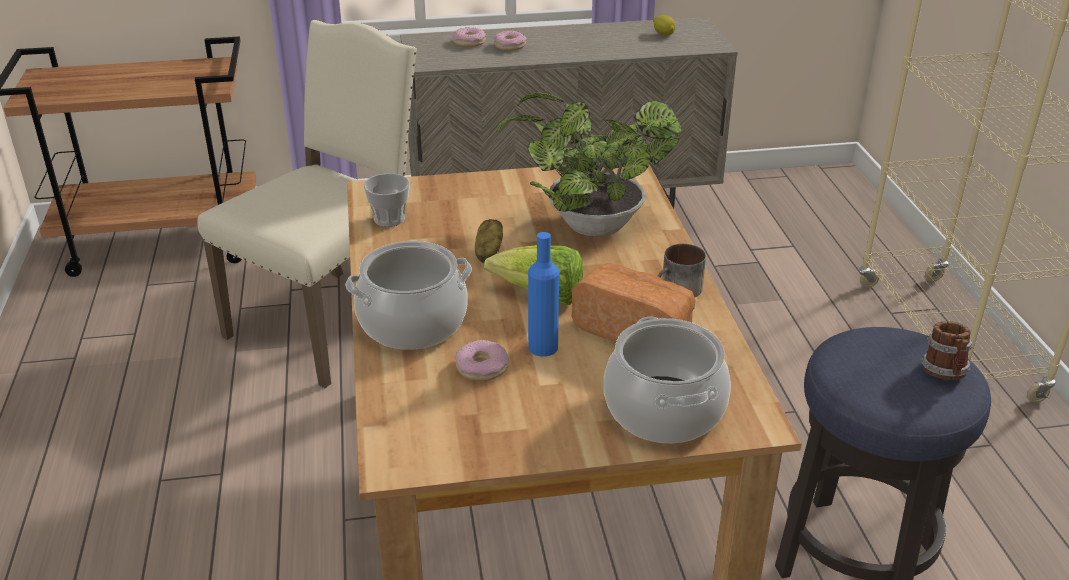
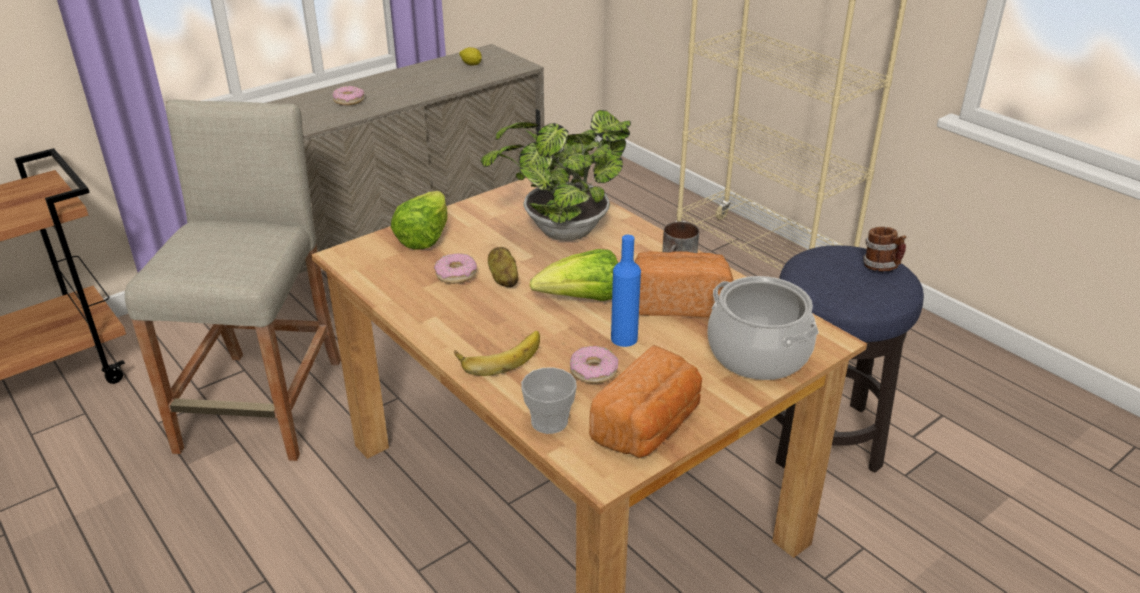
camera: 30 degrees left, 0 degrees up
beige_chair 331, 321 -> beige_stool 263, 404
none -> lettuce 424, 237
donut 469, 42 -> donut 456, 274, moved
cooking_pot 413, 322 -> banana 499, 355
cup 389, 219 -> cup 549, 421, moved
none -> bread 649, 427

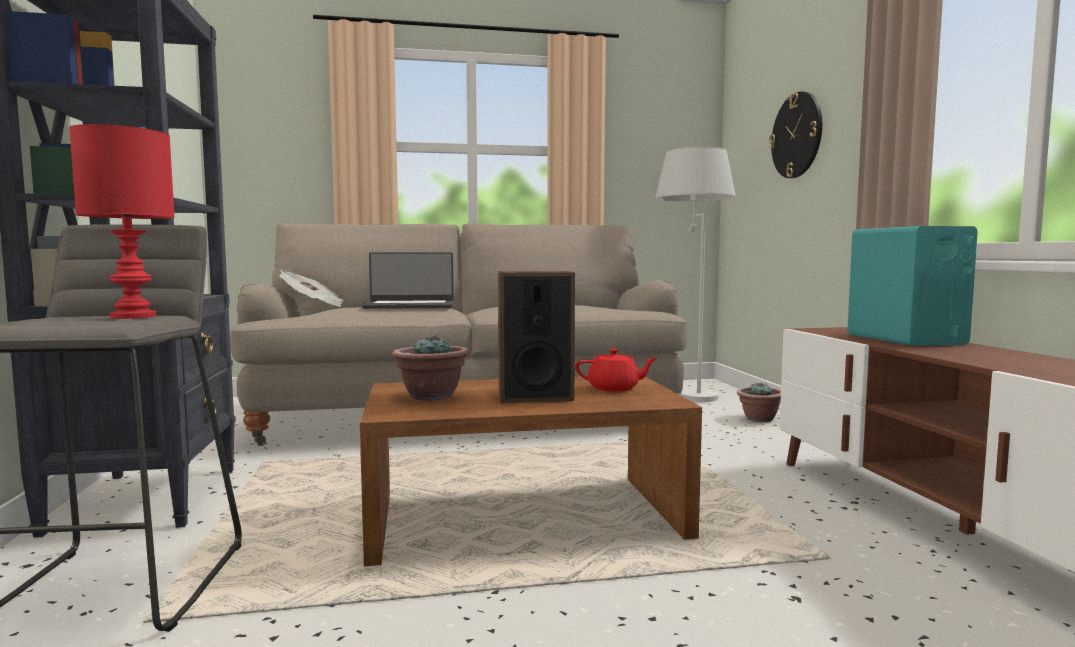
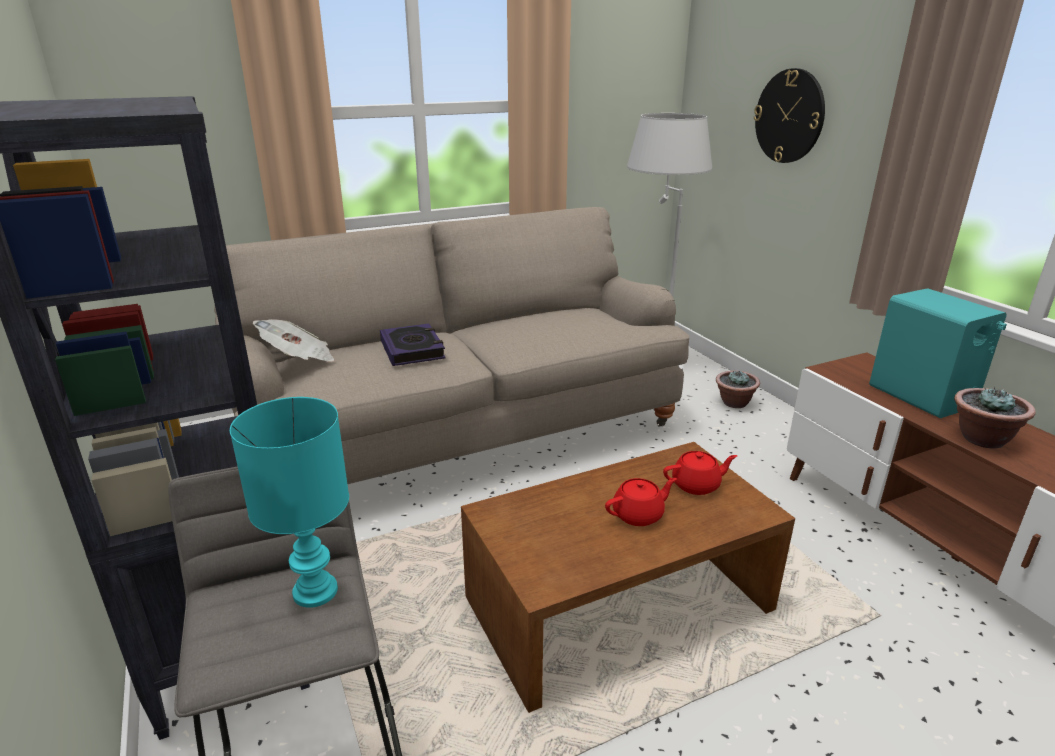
camera: 15 degrees left, 20 degrees up
red_table_lamp 134, 316 -> turquoise_table_lamp 317, 592
laptop 410, 306 -> book 412, 350
speaker 534, 395 -> red_teapot 639, 515
potted_plant 431, 396 -> potted_plant 981, 439, moved

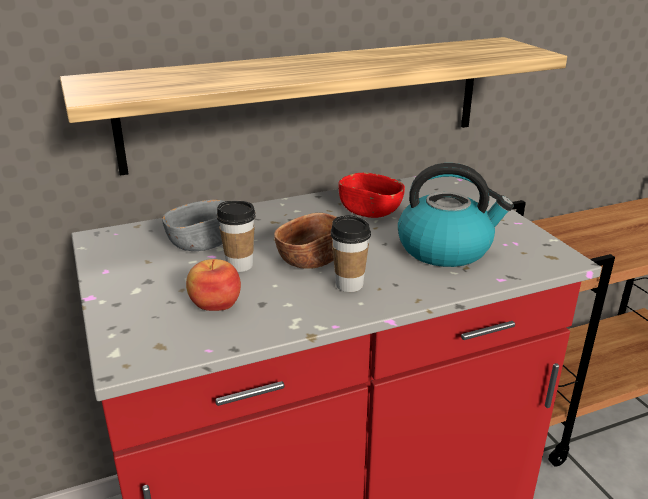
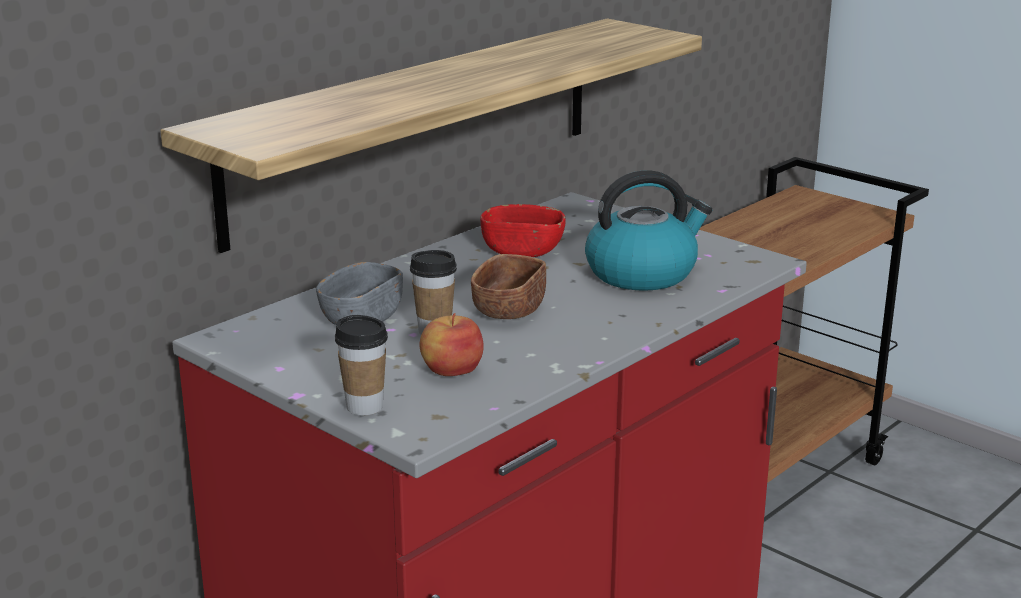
camera: 25 degrees left, 5 degrees down
cup 349, 285 -> cup 364, 407, moved

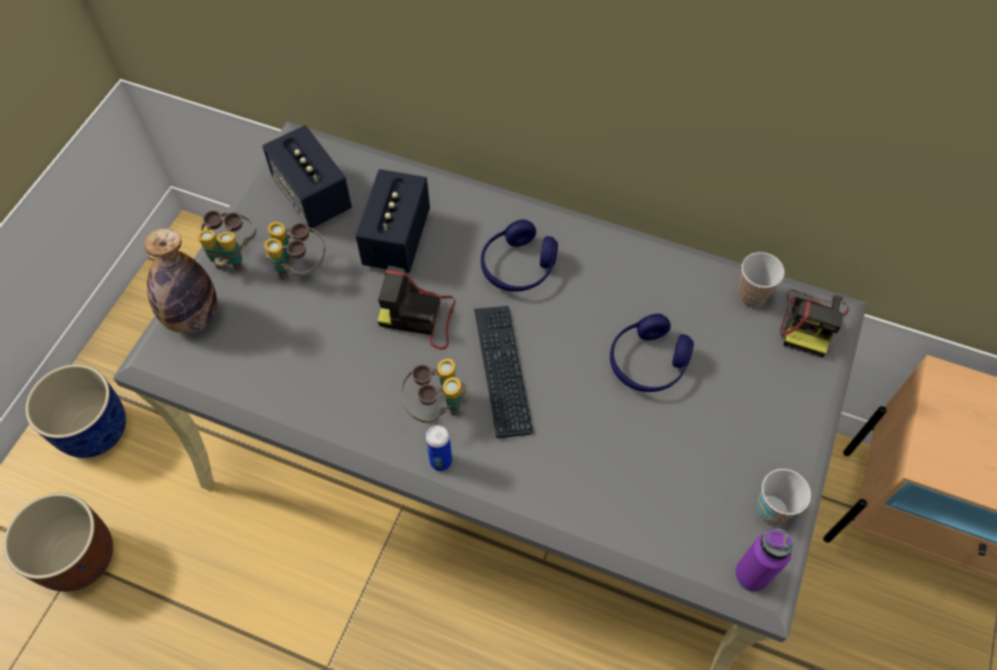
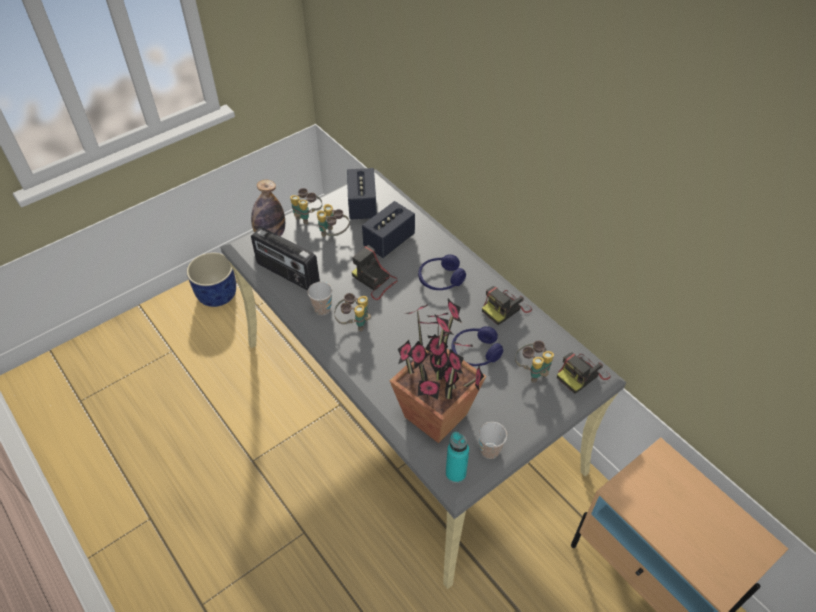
camera: 30 degrees right, 10 degrees down
none -> radio 287, 274
cup 751, 296 -> cup 322, 309, moved
none -> potted_plant 435, 416
purple_bottle 751, 575 -> turquoise_bottle 455, 473
none -> photo_camera 505, 308
none -> binoculars 532, 371
brown_planter 78, 558 -> none
can 441, 461 -> none
keyboard 502, 370 -> none

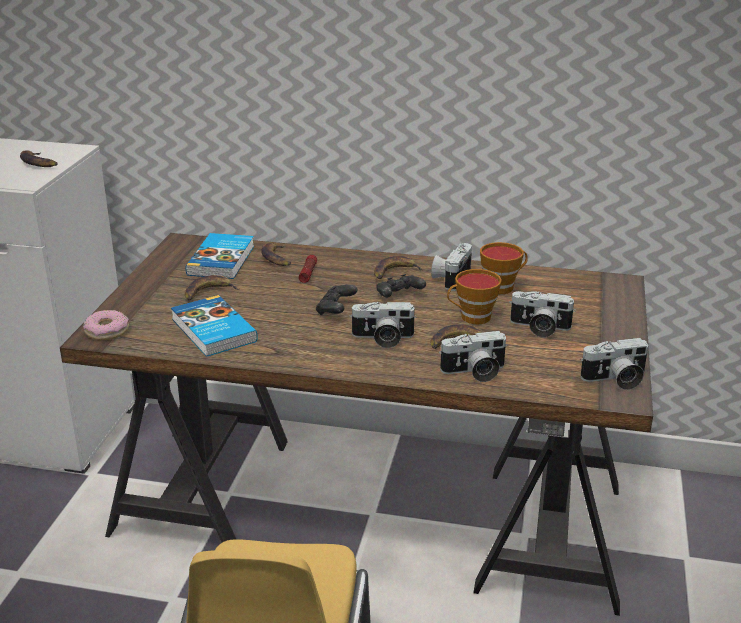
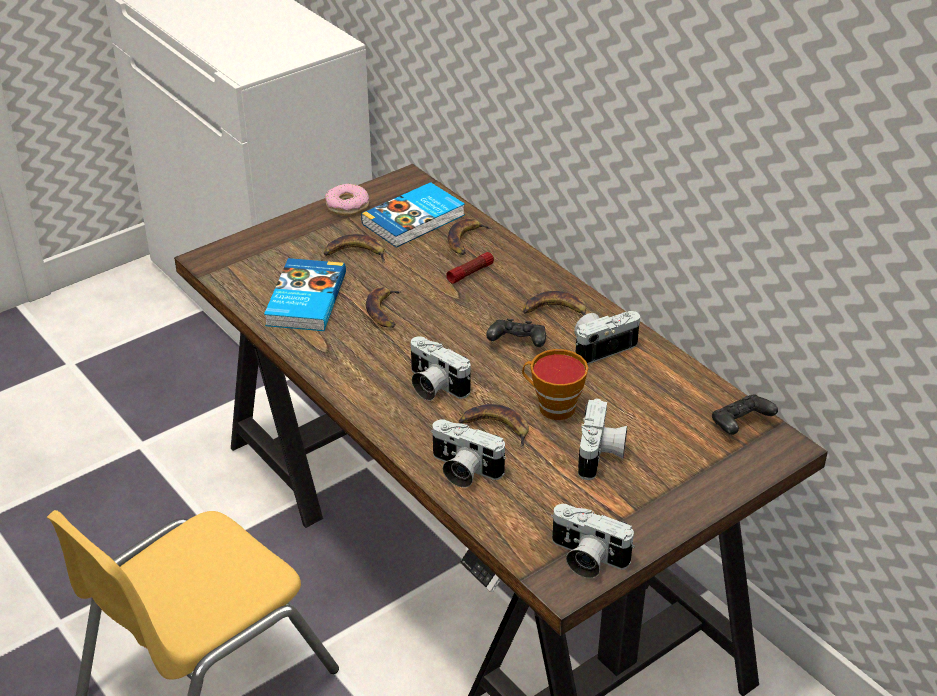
camera: 40 degrees right, 10 degrees up
donut 107, 331 -> donut 347, 206, moved
banana 39, 163 -> banana 384, 311, moved
photo_camera 539, 328 -> photo_camera 601, 455, 135 degrees counterclockwise
black_game_controller 336, 310 -> black_game_controller 740, 425, moved
cup 502, 287 -> none

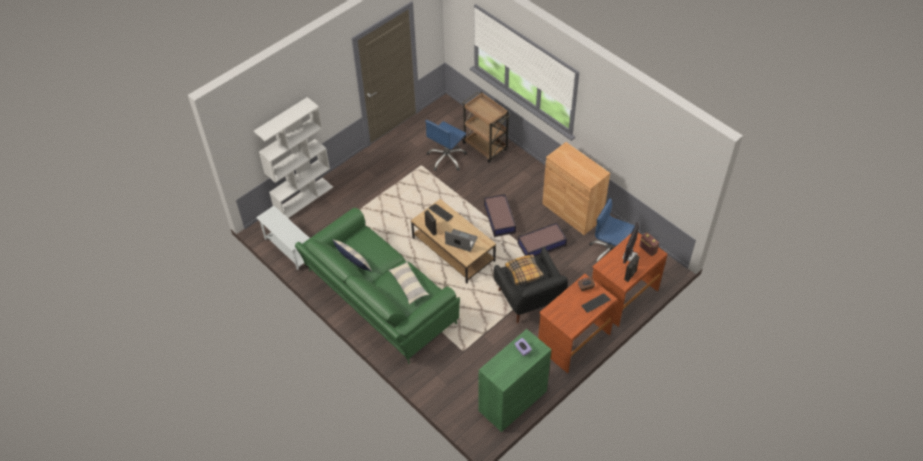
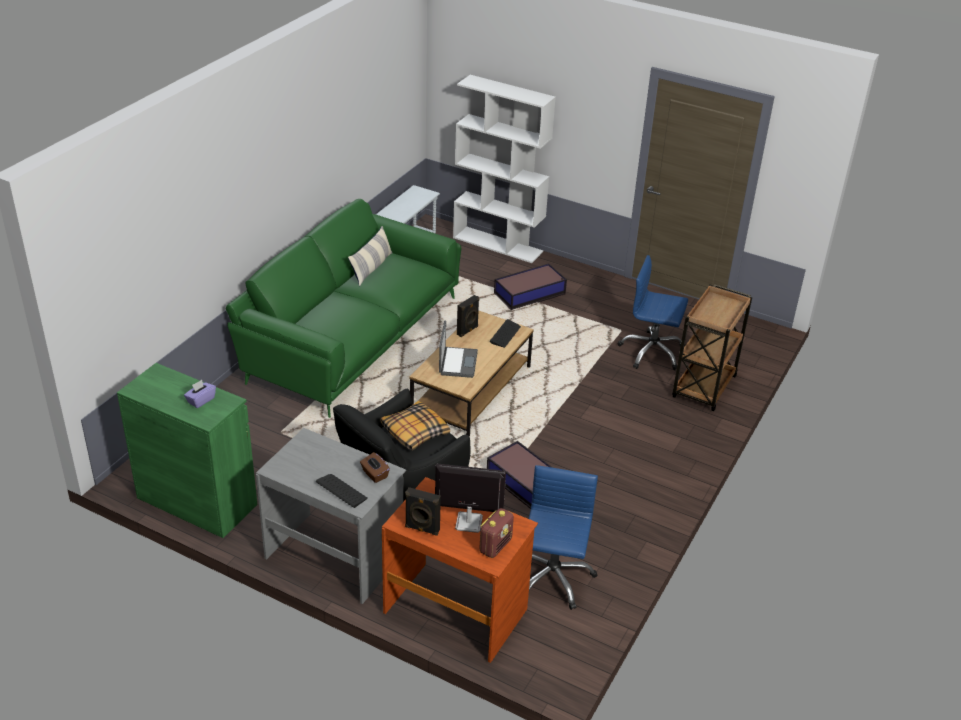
camera: 70 degrees right, 15 degrees down
brown_desk 573, 340 -> grey_desk 335, 556
storage_box 499, 218 -> storage_box 530, 294, moved
pillow 408, 285 -> none
brown_cabinet 572, 211 -> none

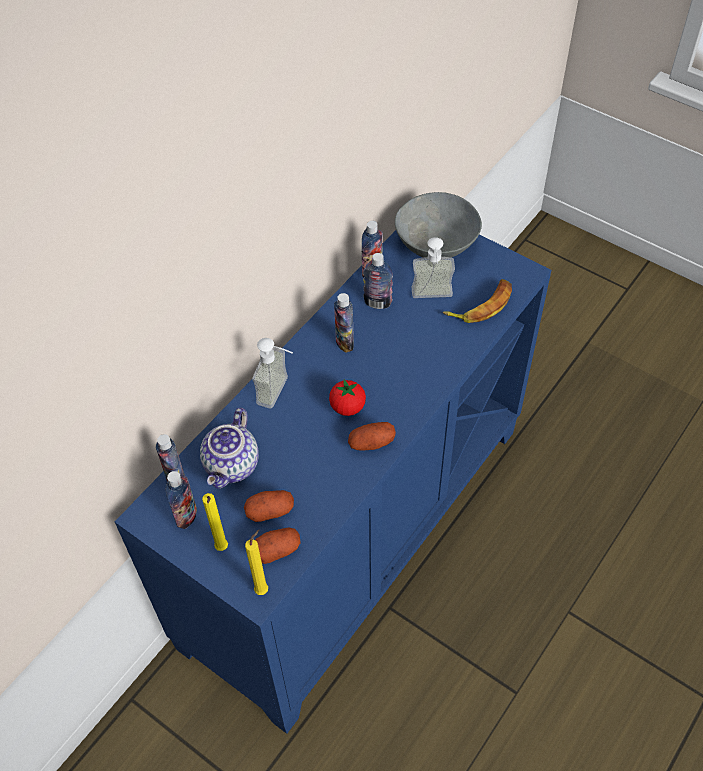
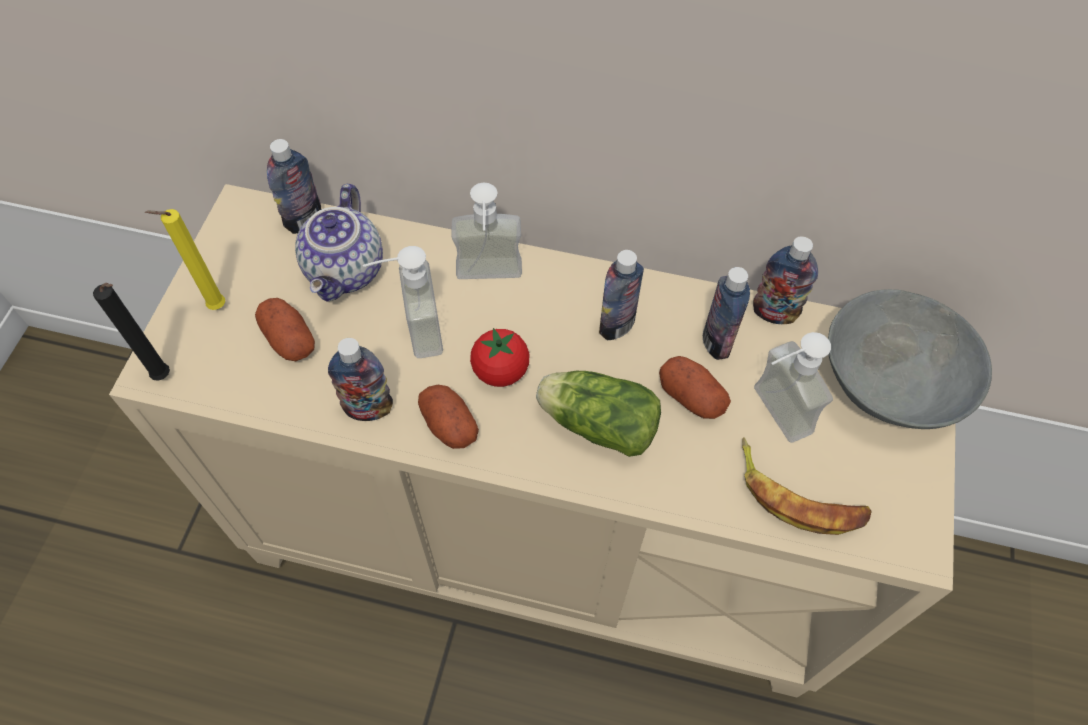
camera: 65 degrees right, 5 degrees up
yellow_candle 263, 589 -> black_candle 165, 377
blue_cabinet 354, 533 -> beige_cabinet 541, 537
teapot 233, 466 -> teapot 347, 271, 75 degrees counterclockwise
bottle 186, 516 -> bottle 368, 409, moved
none -> soap_dispenser 410, 331
none -> lettuce 595, 422
potato 276, 550 -> potato 691, 397, moved

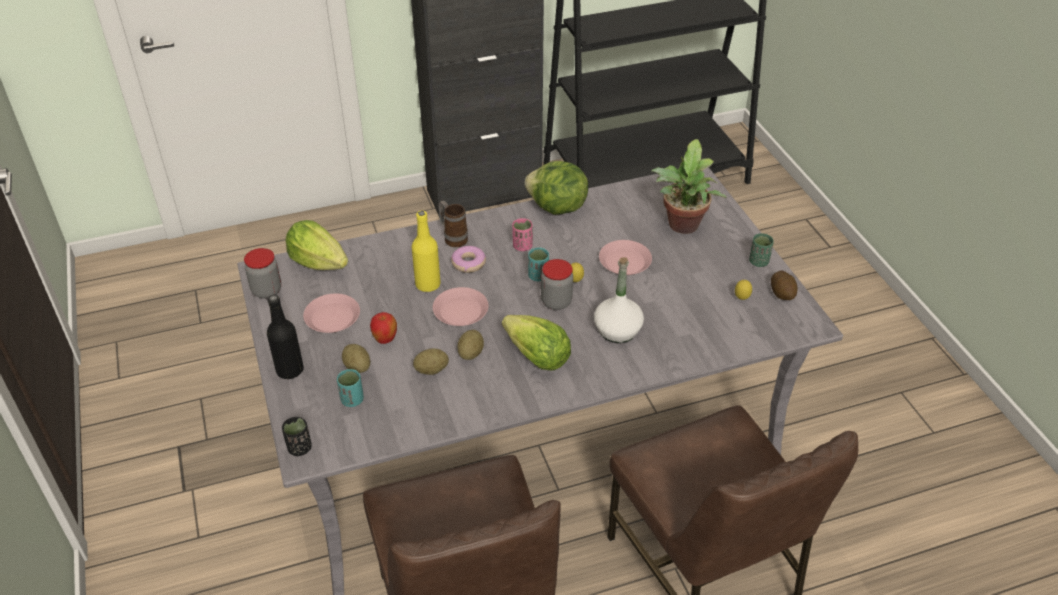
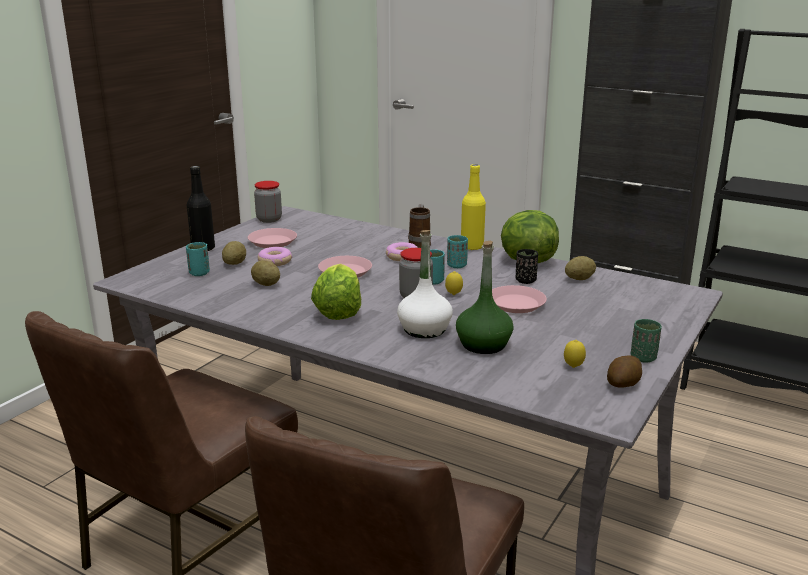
camera: 50 degrees right, 20 degrees down
apple 385, 340 -> donut 275, 261
pink_cup 522, 246 -> turquoise_cup 456, 265
none -> green_bottle 483, 345
yellow_bottle 428, 284 -> yellow_bottle 472, 247, moved
black_cup 299, 448 -> black_cup 525, 281, moved
potato 470, 353 -> potato 579, 279, moved
lettuce 318, 262 -> none
potted_plant 682, 227 -> none

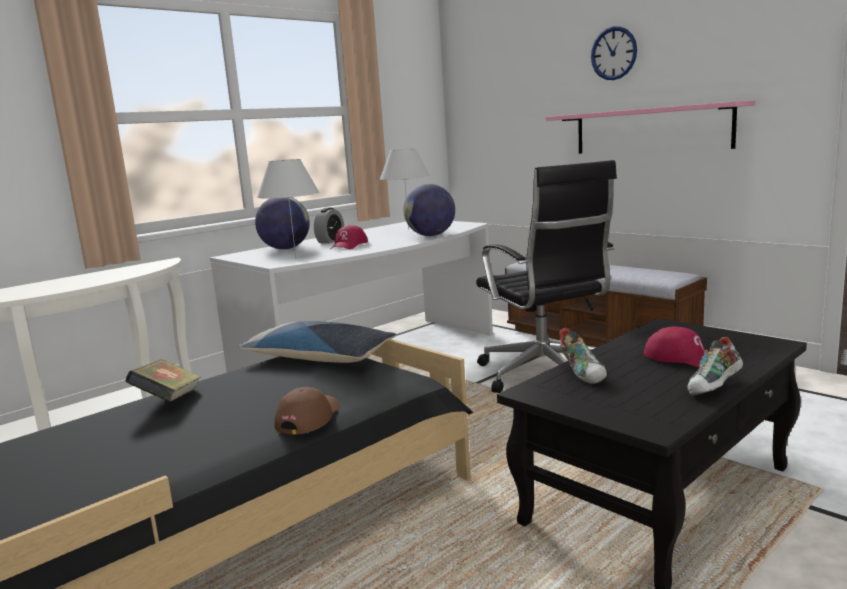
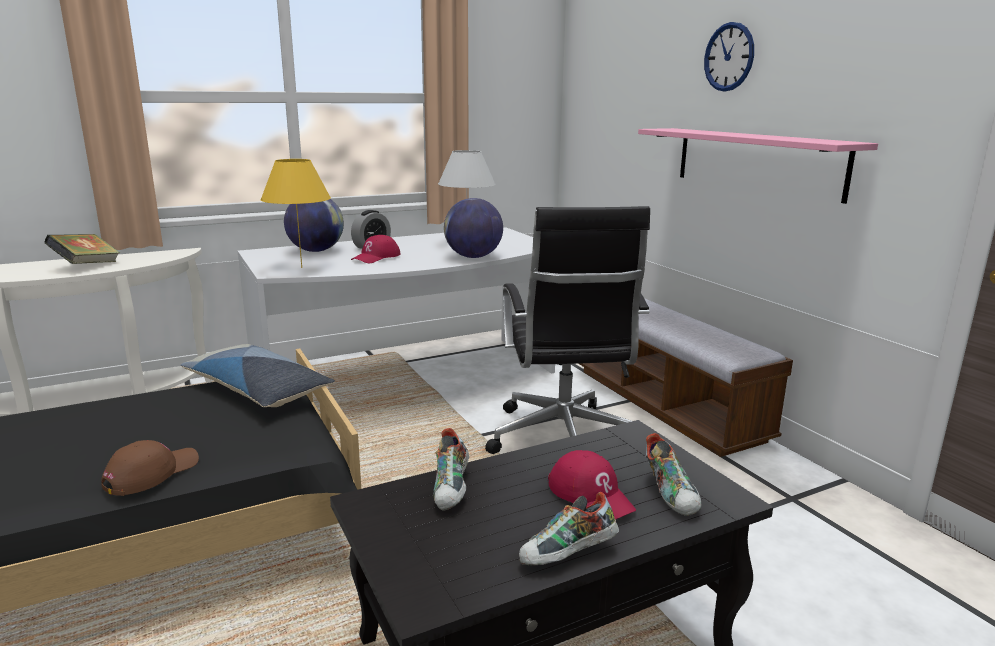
camera: 15 degrees right, 5 degrees up
book 168, 400 -> book 86, 266, moved
white_table_lamp 296, 258 -> yellow_table_lamp 302, 267
none -> shoe 671, 494

